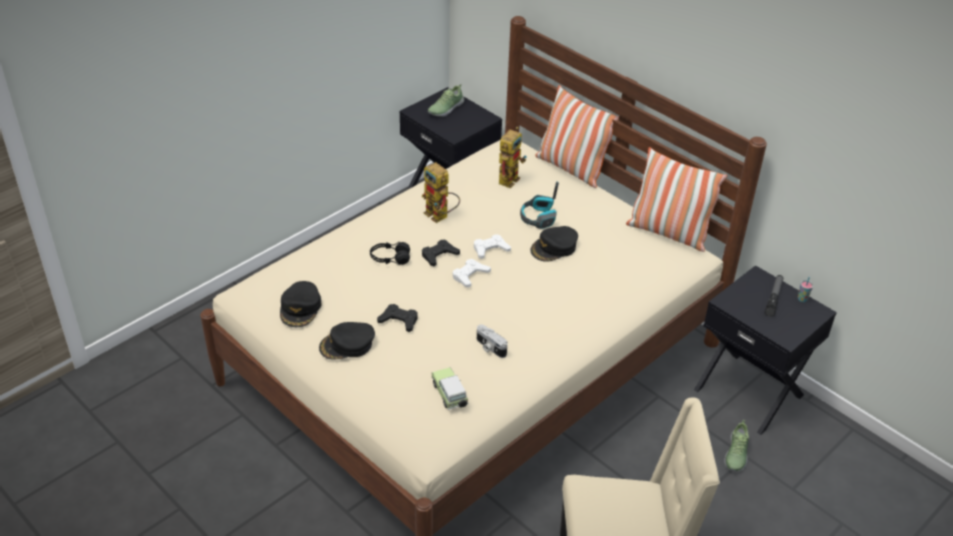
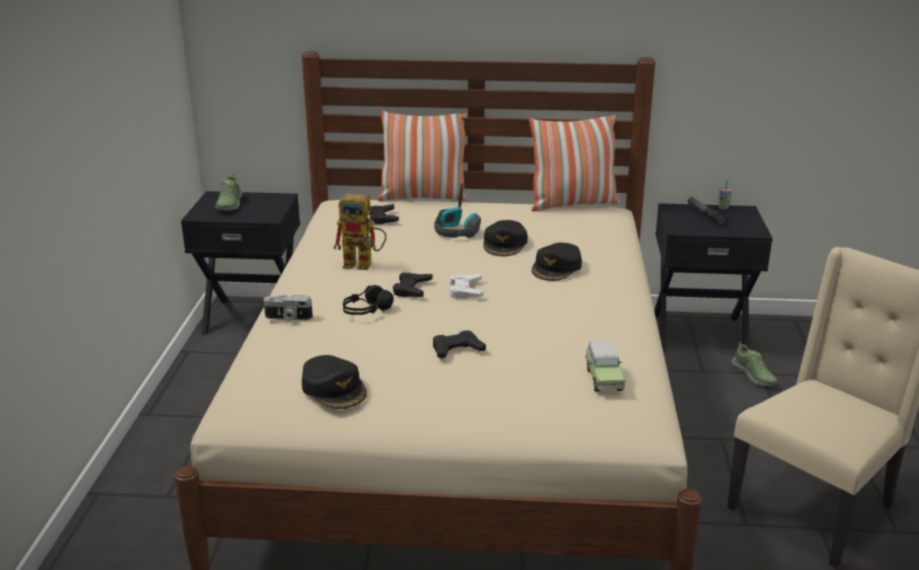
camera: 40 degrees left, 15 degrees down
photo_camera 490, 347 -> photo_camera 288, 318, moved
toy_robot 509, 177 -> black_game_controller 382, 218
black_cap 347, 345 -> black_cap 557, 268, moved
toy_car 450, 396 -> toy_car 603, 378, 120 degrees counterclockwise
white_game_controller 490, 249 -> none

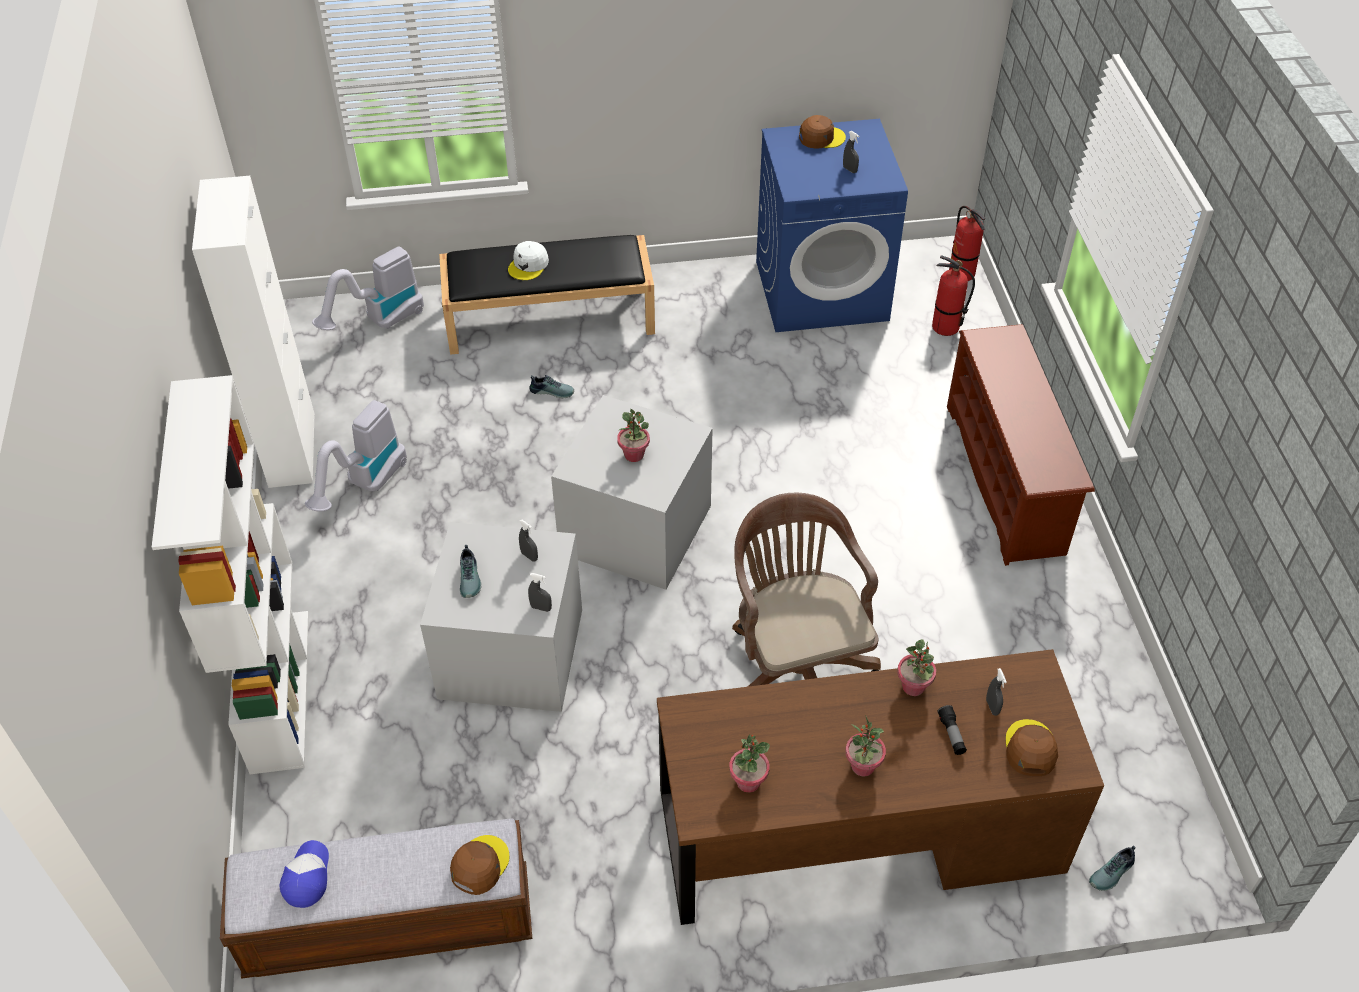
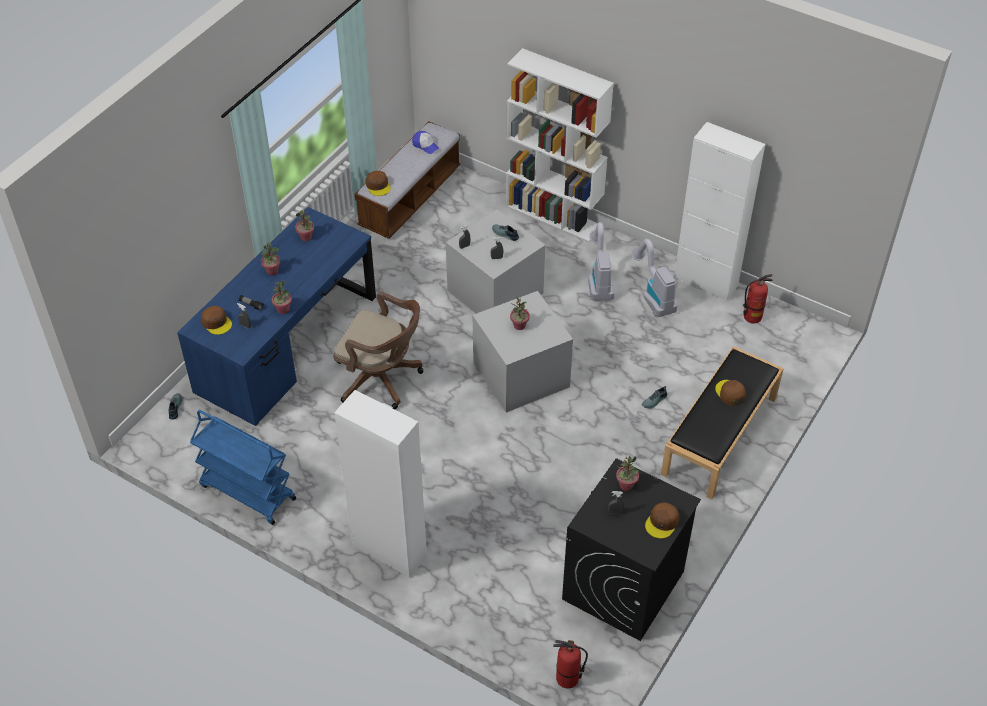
camera: 130 degrees right, 0 degrees up
brown_desk 858, 831 -> blue_desk 287, 344
none -> blue_cart 247, 492
brown_shoe_rack 1006, 479 -> white_cabinet 389, 551
blue_washing_machine 822, 290 -> black_washing_machine 623, 586
vacuum_cleaner 379, 322 -> vacuum_cleaner 599, 280, moved
none -> potted_plant 626, 485
white_cap 528, 265 -> brown_cap 730, 393
fire_extinguisher 945, 327 -> fire_extinguisher 752, 317, moved

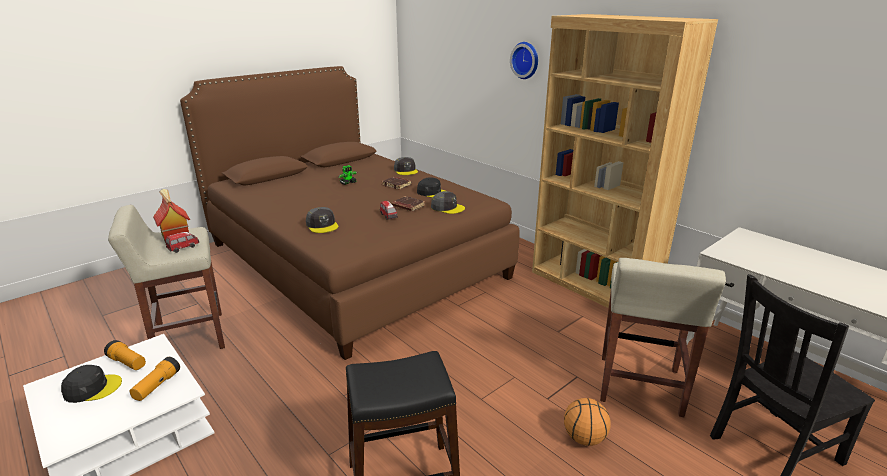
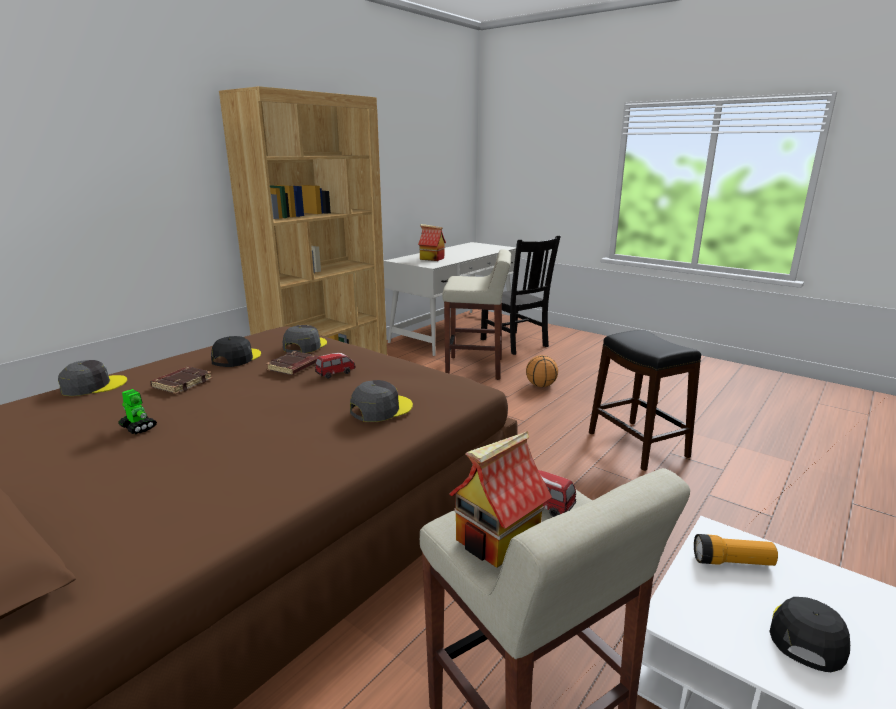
camera: 100 degrees left, 5 degrees down
none -> toy_house 431, 259
black_cap 92, 388 -> black_cap 807, 636, 60 degrees clockwise
flashlight 127, 362 -> none
wall_clock 526, 60 -> none

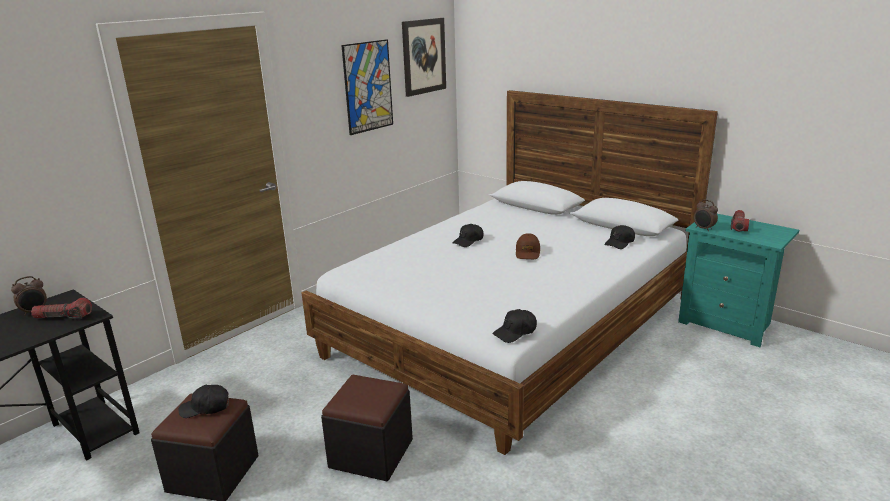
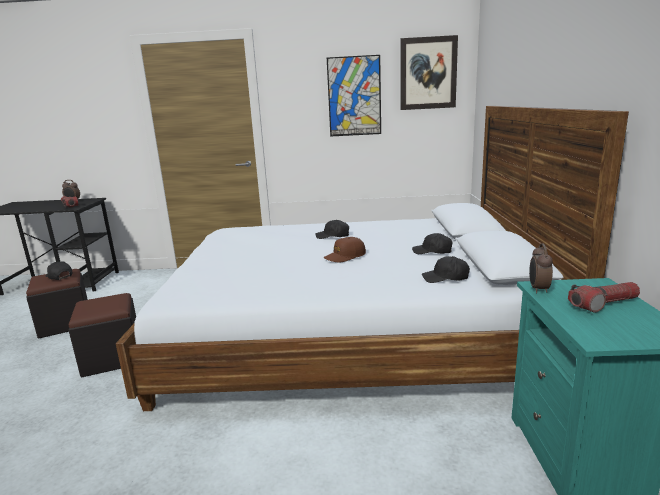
camera: 50 degrees right, 5 degrees down
black_cap 515, 332 -> black_cap 432, 251, moved

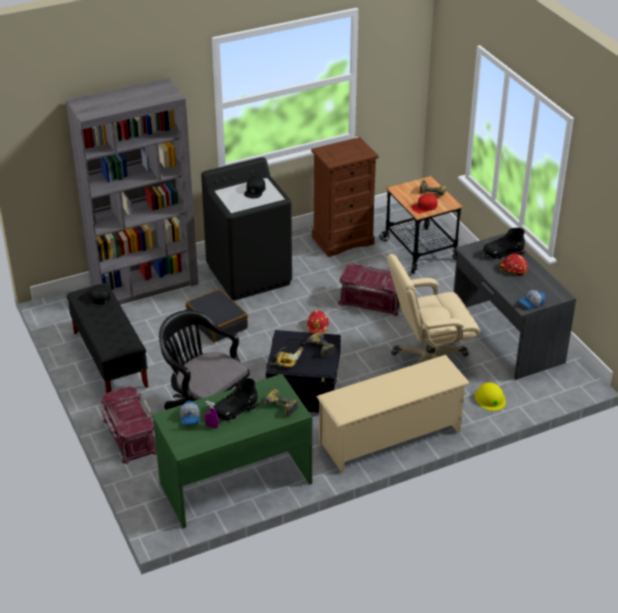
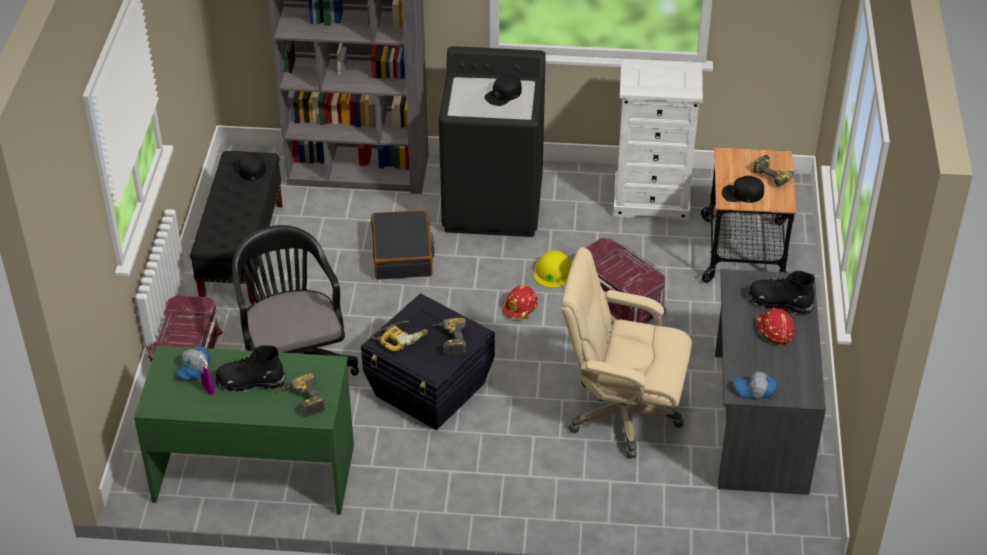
camera: 30 degrees right, 5 degrees up
yellow_hard_hat 490, 398 -> yellow_hard_hat 553, 271, moved
brown_dresser 343, 240 -> white_dresser 652, 200
red_cap 424, 206 -> black_cap 742, 193
beige_shoe_rack 390, 437 -> none

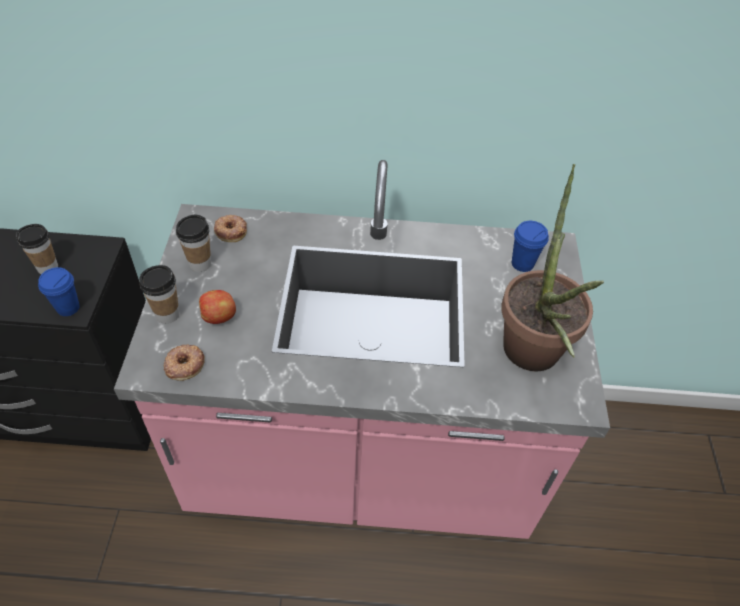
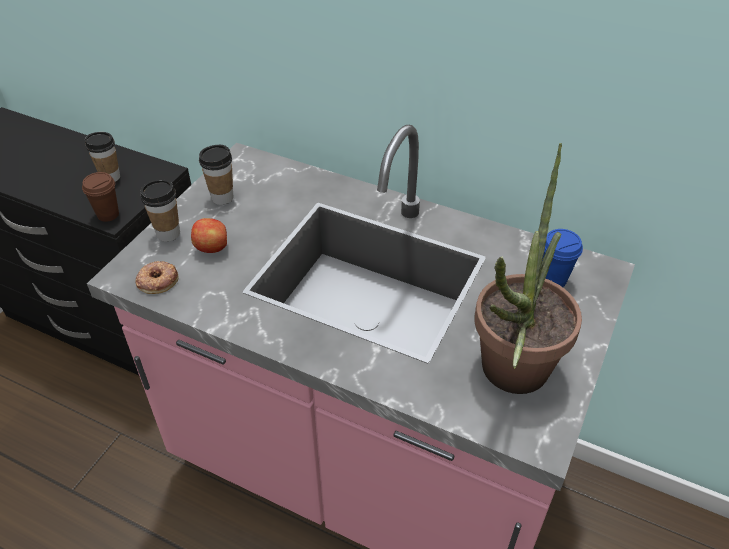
camera: 25 degrees right, 5 degrees down
blue_cup 68, 308 -> brown_cup 108, 214
donut 231, 231 -> none

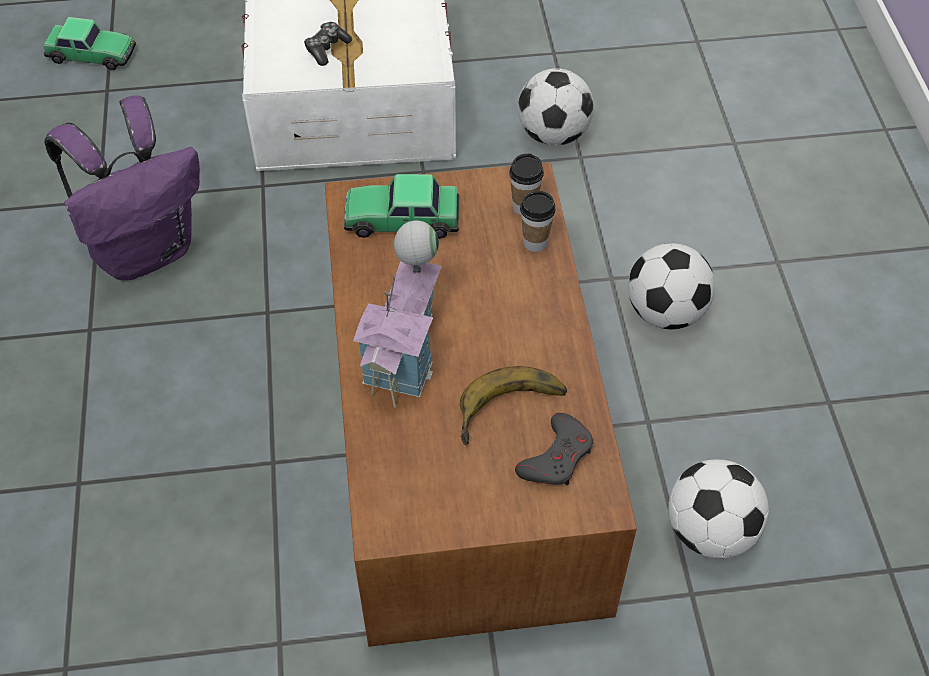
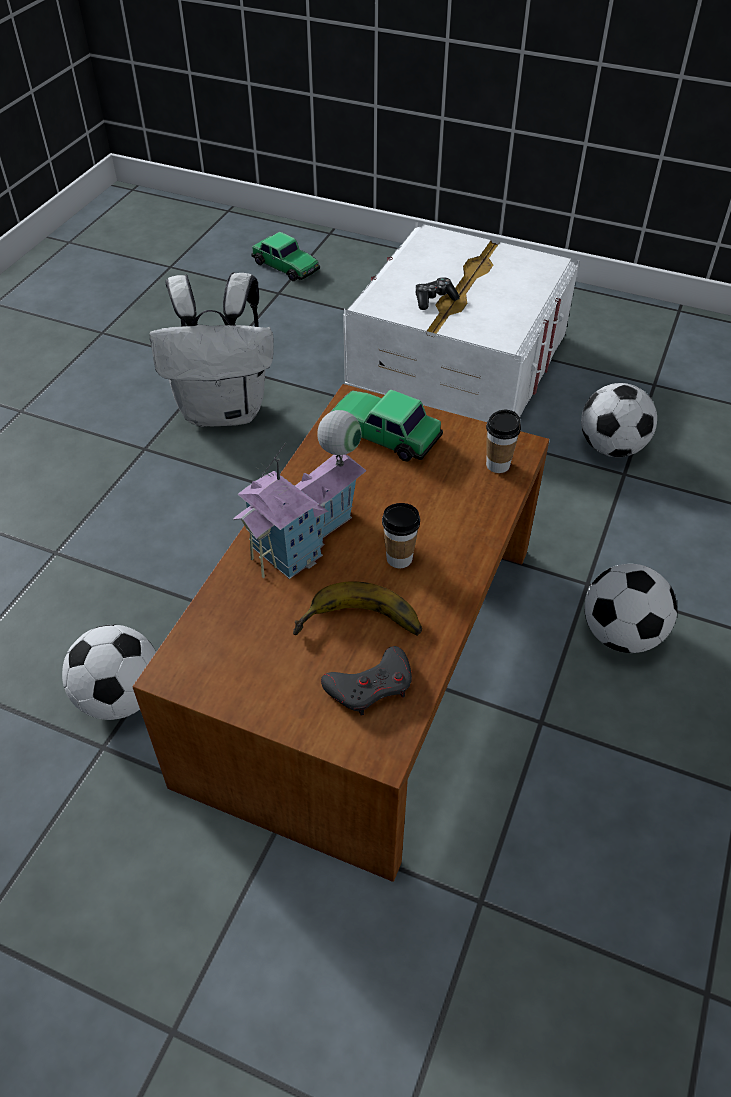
camera: 30 degrees right, 5 degrees down
football 709, 531 -> football 120, 697, moved
purple_backpack 147, 250 -> white_backpack 225, 410
cup 535, 243 -> cup 399, 558, moved

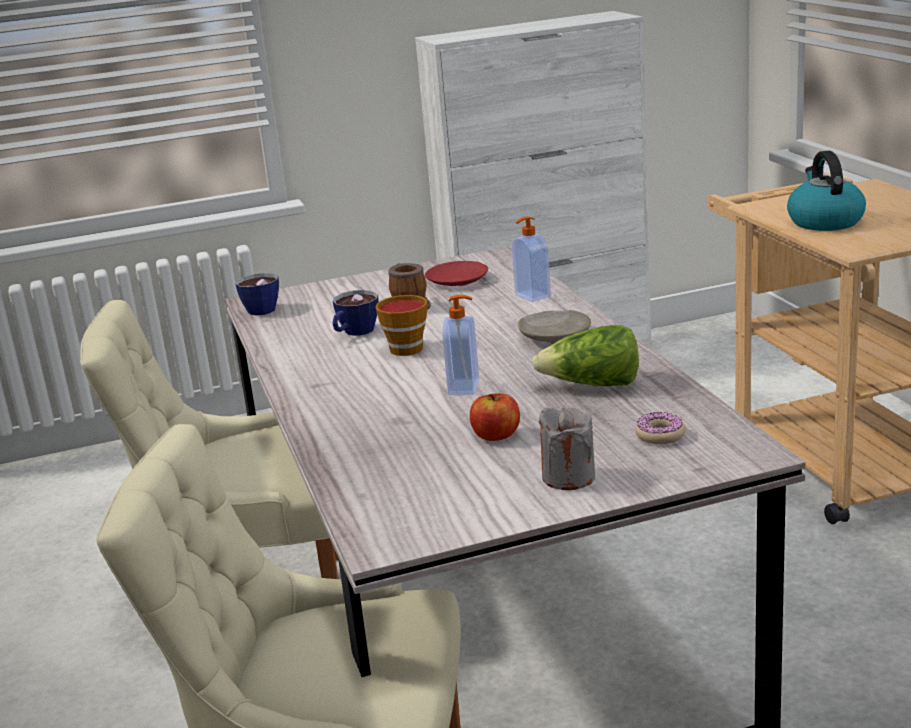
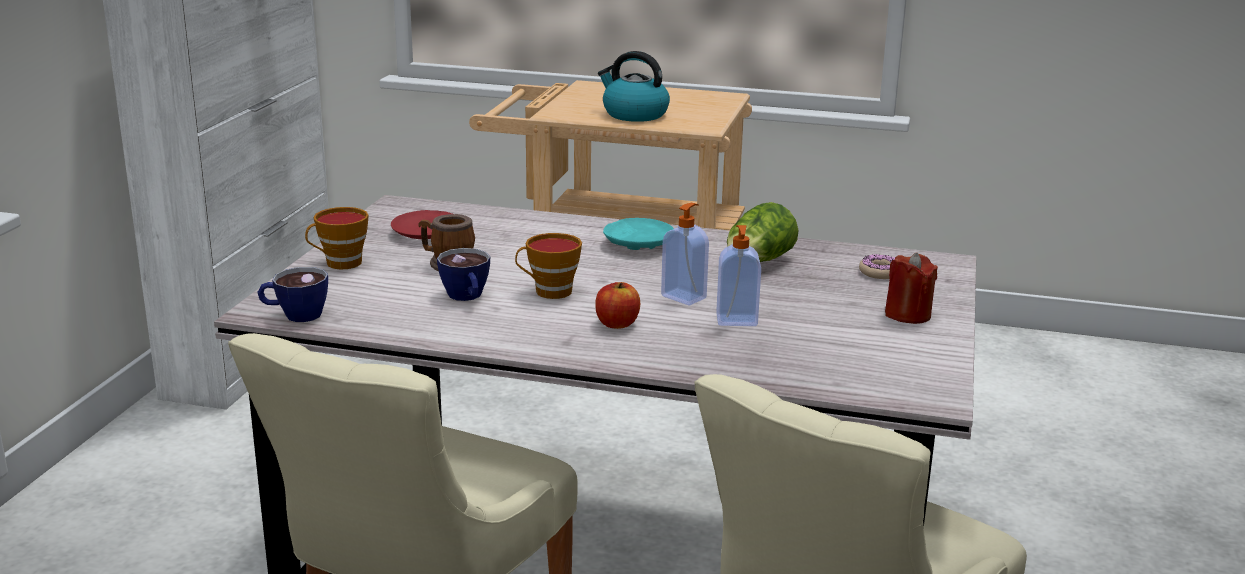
camera: 60 degrees left, 0 degrees up
none -> cup 339, 264
apple 496, 436 -> apple 617, 324, moved
beige_plate 555, 337 -> turquoise_plate 638, 244
soap_dispenser 531, 296 -> soap_dispenser 736, 321, moved
grey_candle 568, 477 -> red_candle 907, 314

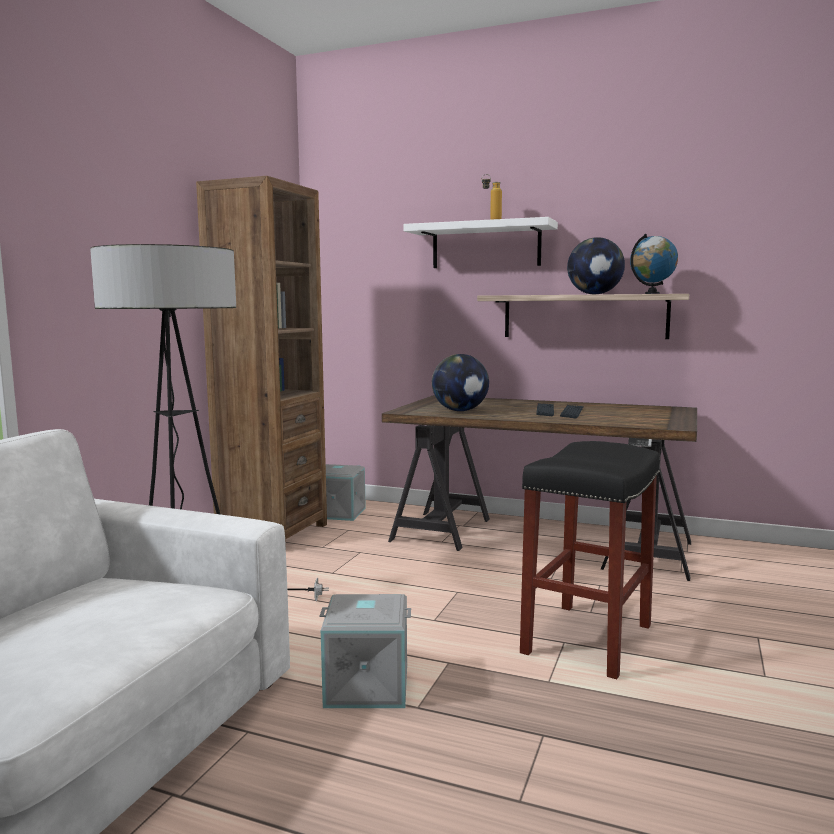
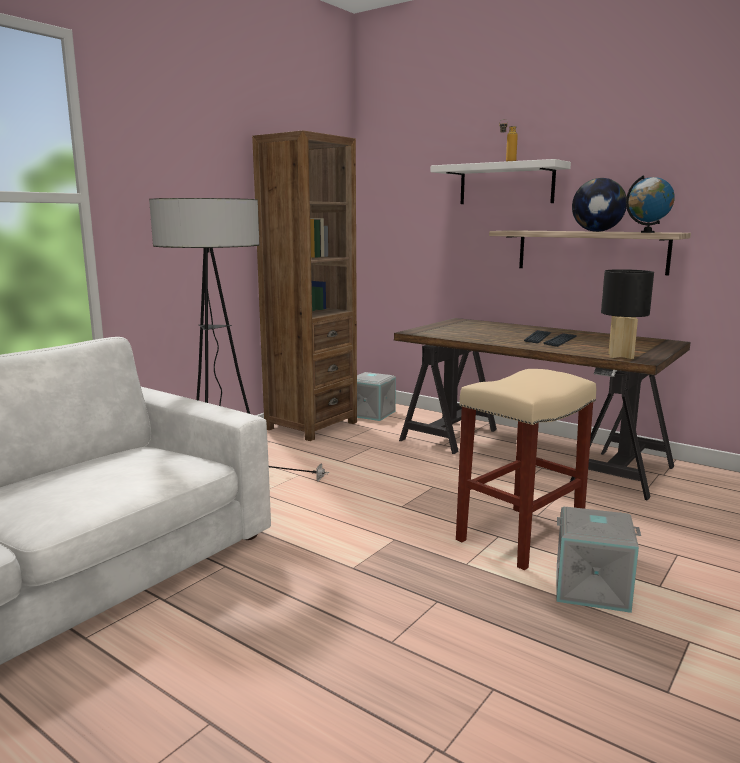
camera: 15 degrees right, 5 degrees up
black_stool 587, 638 -> beige_stool 520, 535
grey_storage_box 368, 685 -> grey_storage_box 592, 587, moved
none -> black_table_lamp 621, 356
globe 460, 411 -> none

